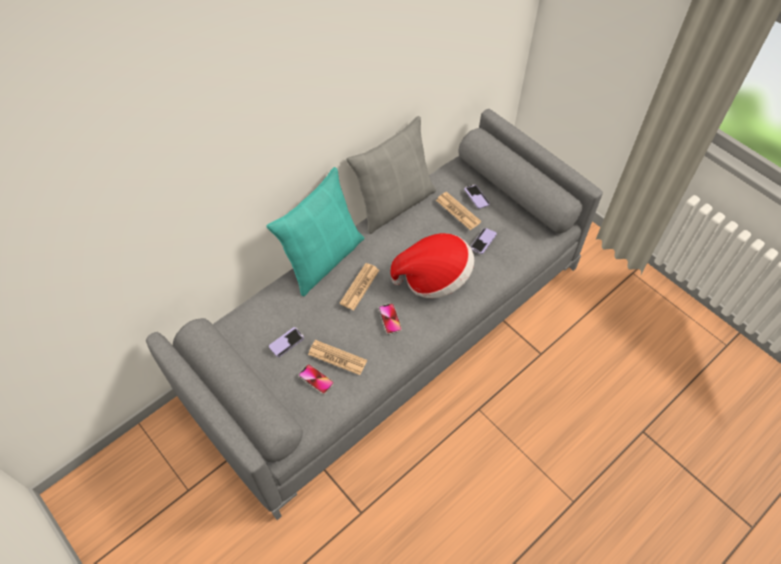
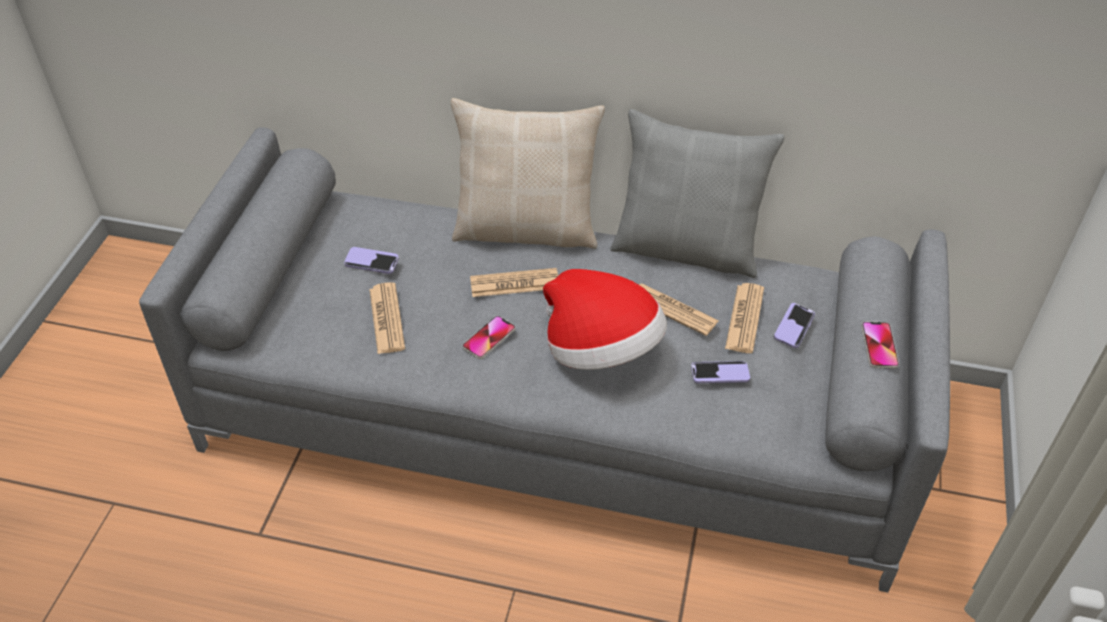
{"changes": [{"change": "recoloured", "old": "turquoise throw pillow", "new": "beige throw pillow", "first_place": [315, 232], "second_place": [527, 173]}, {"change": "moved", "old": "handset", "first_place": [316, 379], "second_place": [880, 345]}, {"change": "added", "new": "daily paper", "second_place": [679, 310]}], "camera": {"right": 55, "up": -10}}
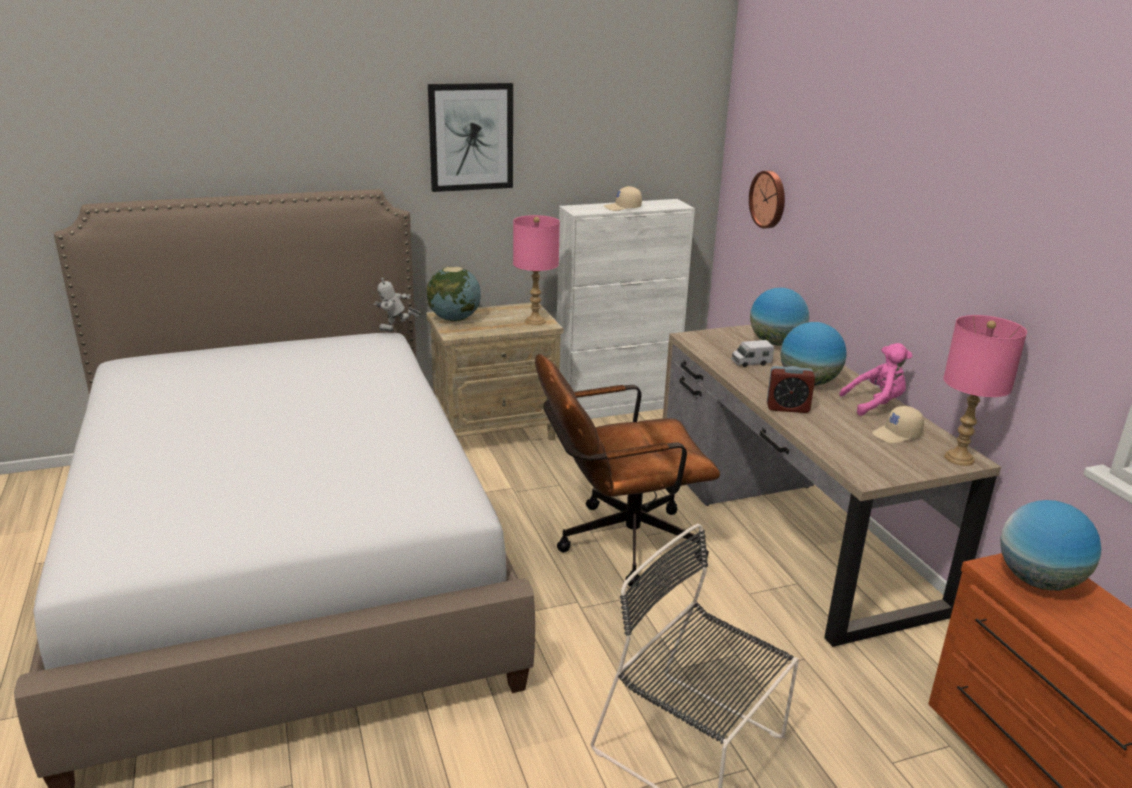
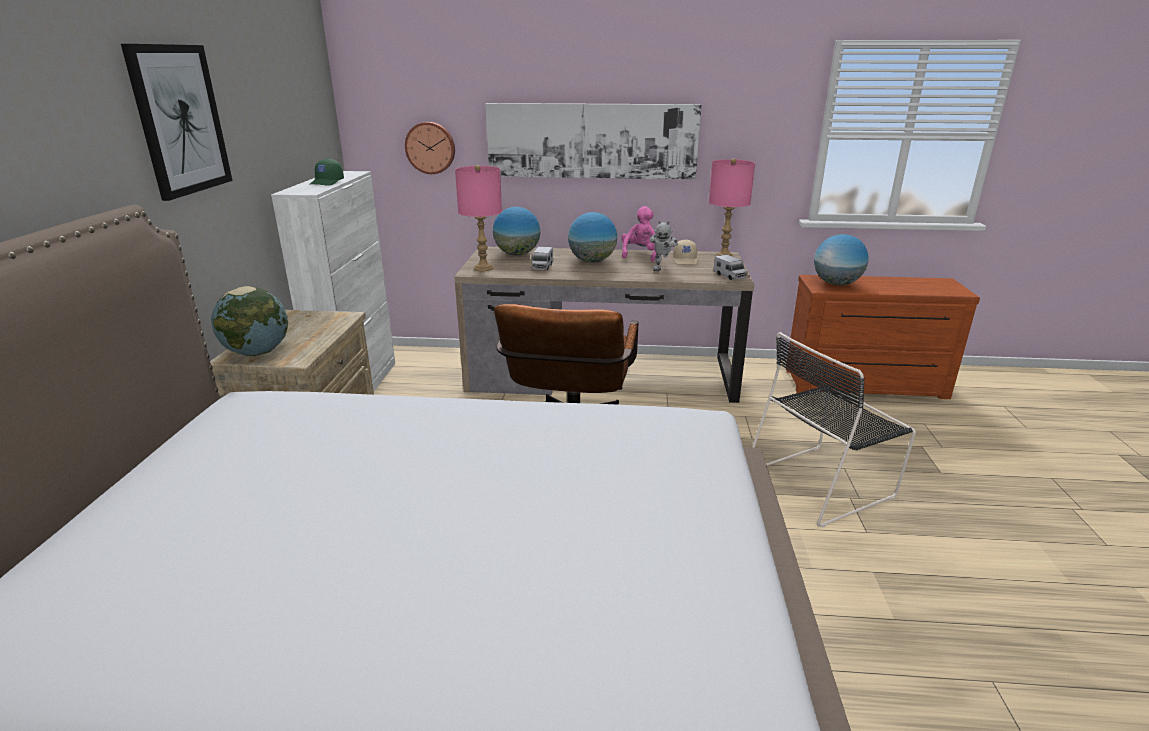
{"changes": [{"change": "moved", "old": "model robot", "first_place": [398, 305], "second_place": [664, 246]}, {"change": "moved", "old": "pink table lamp", "first_place": [536, 270], "second_place": [478, 218]}, {"change": "recoloured", "old": "beige cap", "new": "green cap", "first_place": [623, 198], "second_place": [326, 172]}, {"change": "removed", "old": "bedside clock", "first_place": [791, 389]}, {"change": "added", "new": "wall picture", "second_place": [593, 141]}, {"change": "added", "new": "toy truck", "second_place": [730, 267]}], "camera": {"right": -65, "up": 0}}
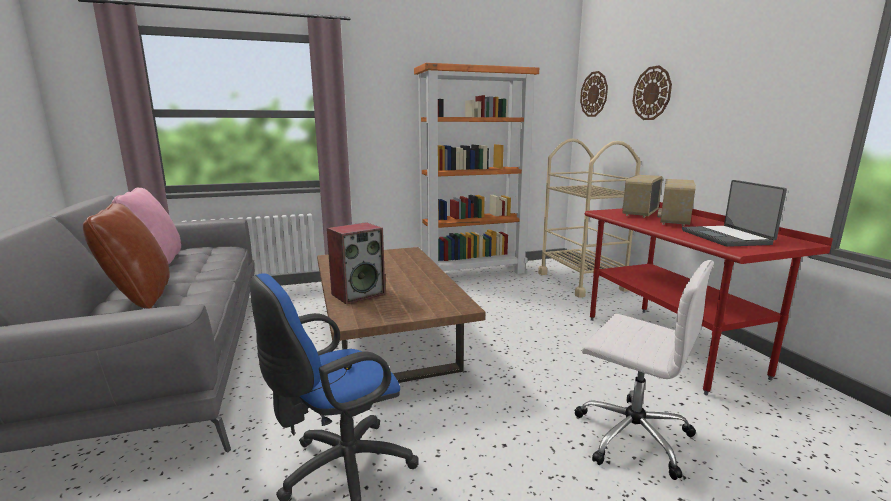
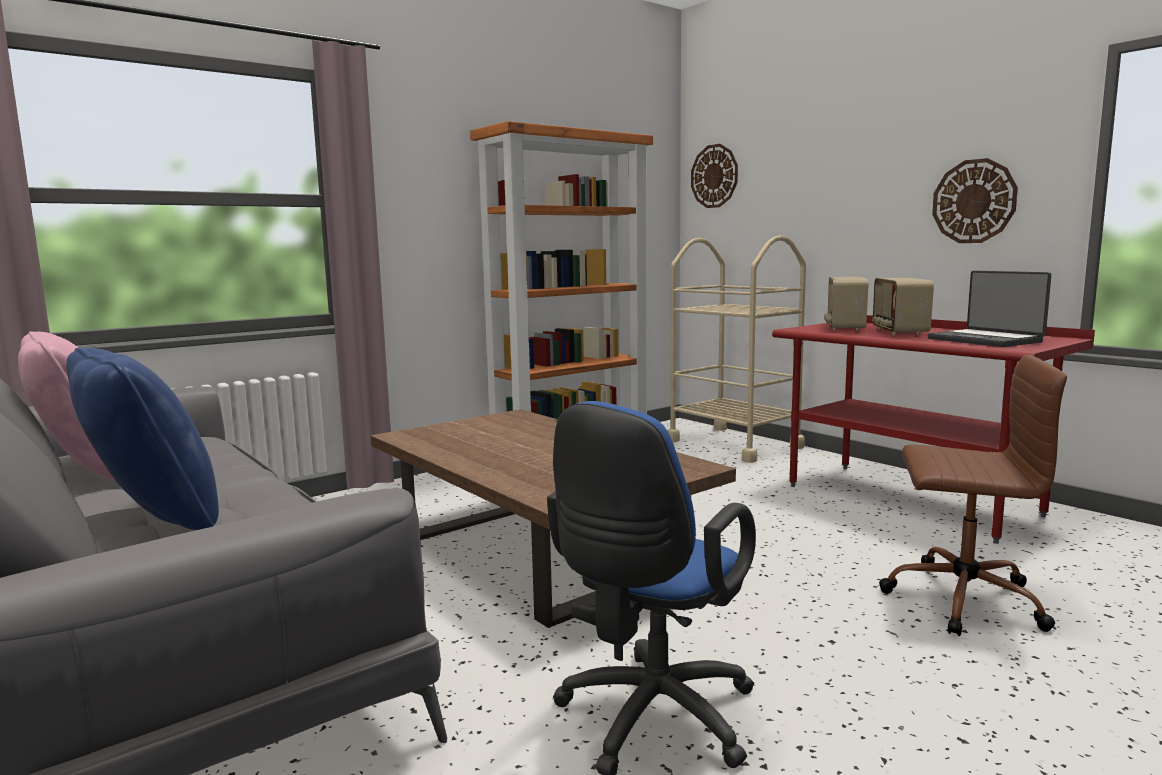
{"changes": [{"change": "recoloured", "old": "brownish throw pillow", "new": "blue throw pillow", "first_place": [126, 256], "second_place": [142, 439]}, {"change": "removed", "old": "audio speaker", "first_place": [356, 263]}, {"change": "recoloured", "old": "white-coloured office chair", "new": "brownish office chair", "first_place": [644, 370], "second_place": [973, 495]}, {"change": "moved", "old": "clock on the wall", "first_place": [652, 92], "second_place": [975, 200]}], "camera": {"right": -20, "up": -5}}
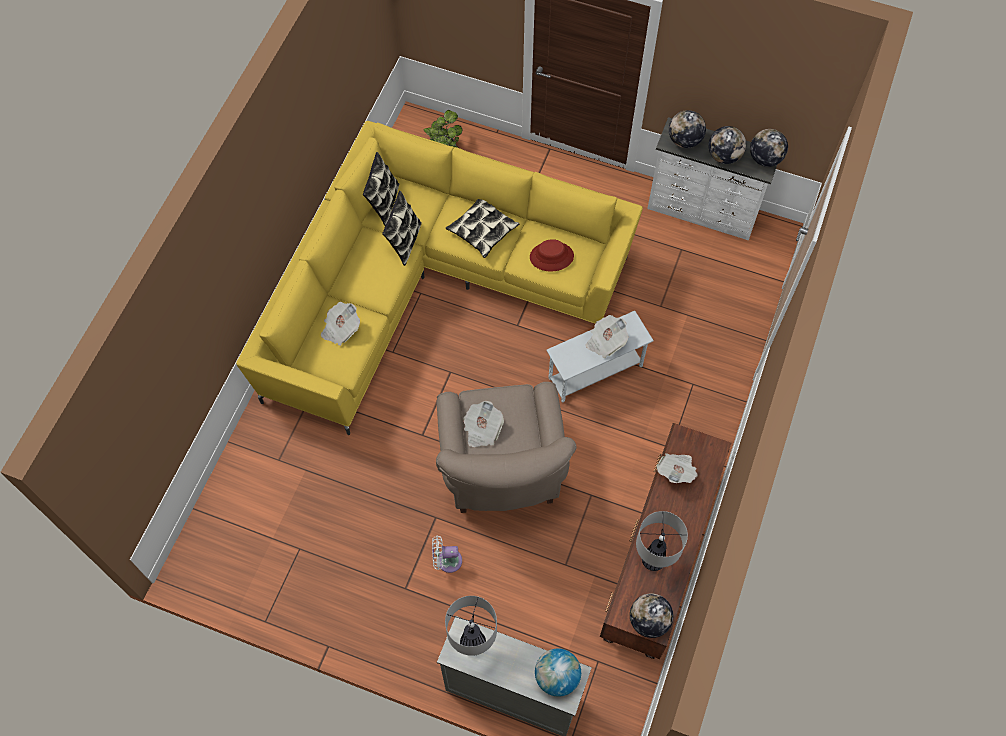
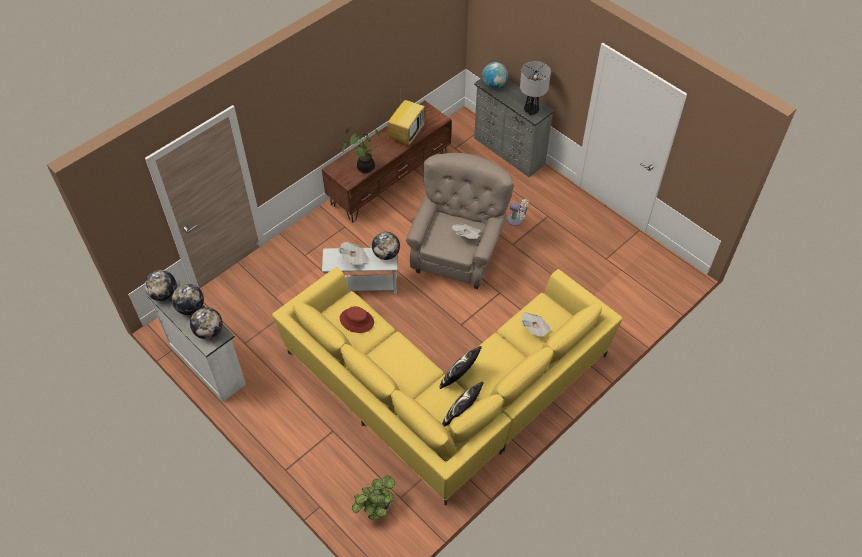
{"changes": [{"change": "removed", "old": "throw pillow", "first_place": [482, 228]}, {"change": "moved", "old": "world globe", "first_place": [651, 615], "second_place": [386, 246]}, {"change": "replaced", "old": "table lamp", "new": "TV", "first_place": [662, 541], "second_place": [406, 118]}, {"change": "replaced", "old": "daily paper", "new": "plant in a pot", "first_place": [677, 468], "second_place": [361, 150]}], "camera": {"right": -155, "up": -10}}
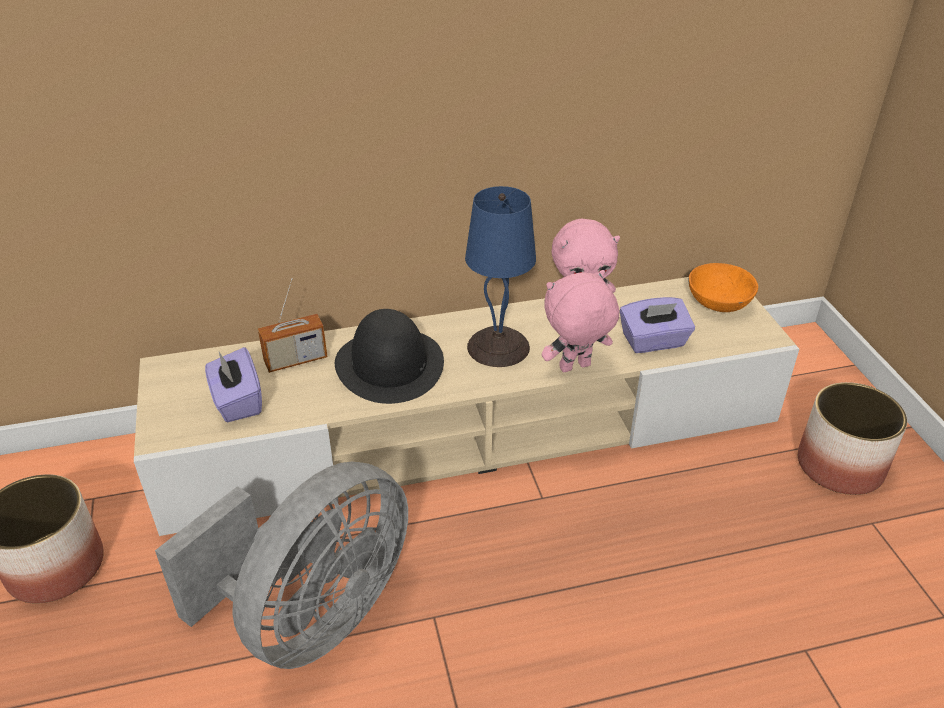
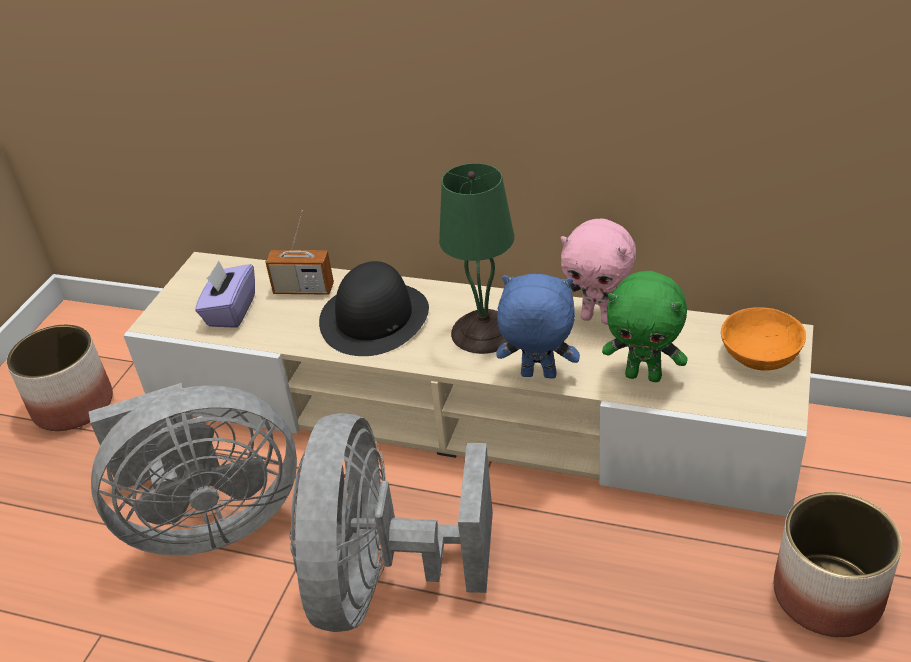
{"changes": [{"change": "recoloured", "old": "blue table lamp", "new": "green table lamp", "first_place": [500, 276], "second_place": [476, 258]}, {"change": "recoloured", "old": "pink plush toy", "new": "blue plush toy", "first_place": [580, 321], "second_place": [538, 326]}, {"change": "replaced", "old": "purplish tissue box", "new": "green plush toy", "first_place": [657, 325], "second_place": [645, 326]}, {"change": "added", "new": "gray cooling fan", "second_place": [391, 522]}], "camera": {"right": 35, "up": 0}}
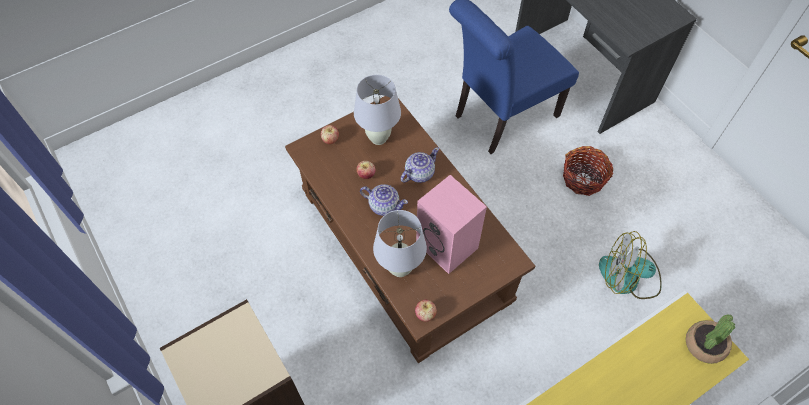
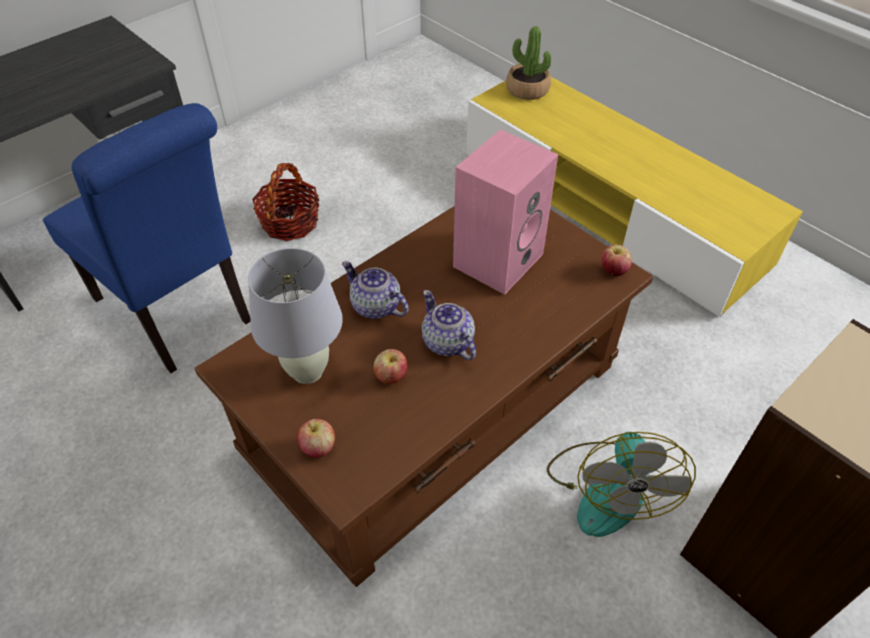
{"changes": [{"change": "turned", "old": "pot for tea", "first_place": [384, 200], "second_place": [449, 325], "degrees": -45}, {"change": "removed", "old": "white-coloured table lamp", "first_place": [400, 243]}, {"change": "moved", "old": "cooling fan", "first_place": [630, 265], "second_place": [621, 484]}], "camera": {"right": -100, "up": -10}}
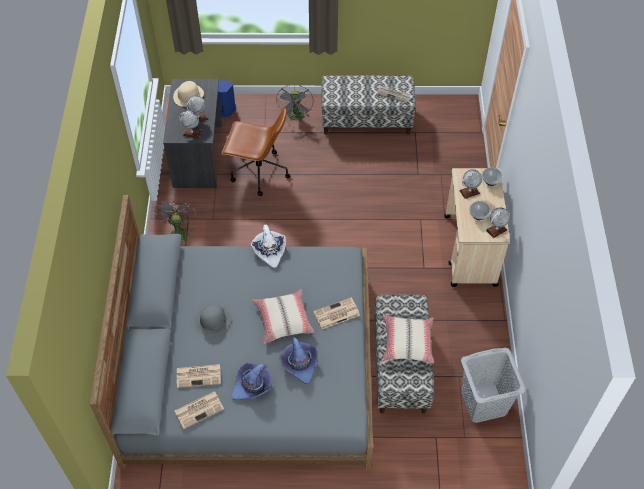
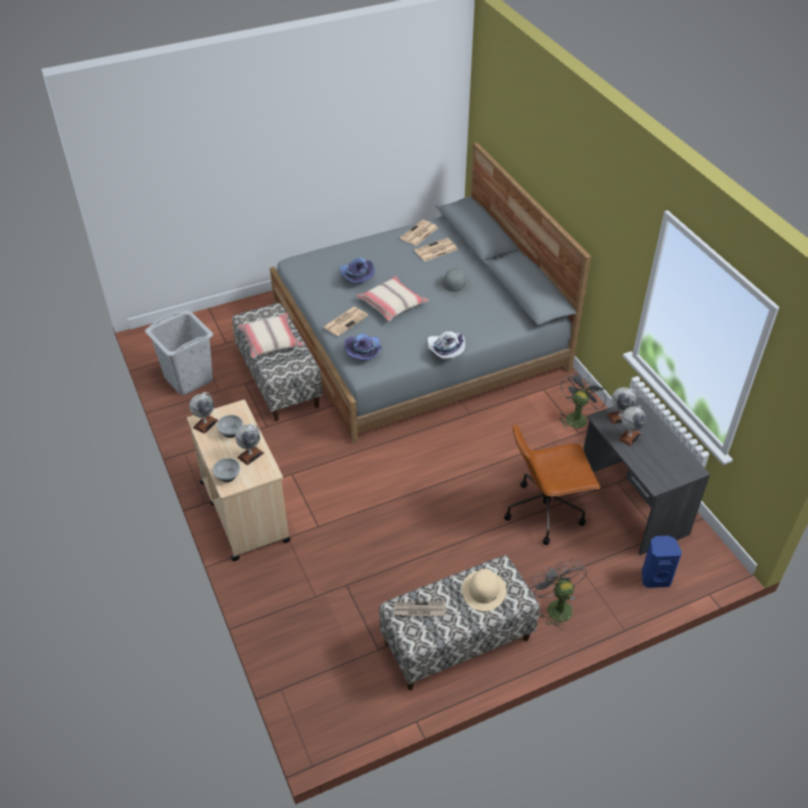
{"changes": [{"change": "turned", "old": "gray cooling fan", "first_place": [175, 221], "second_place": [583, 400], "degrees": -120}, {"change": "moved", "old": "beige wearable hat", "first_place": [188, 94], "second_place": [484, 590]}, {"change": "moved", "old": "purplish wearable hat", "first_place": [251, 381], "second_place": [363, 347]}], "camera": {"right": 155, "up": -10}}
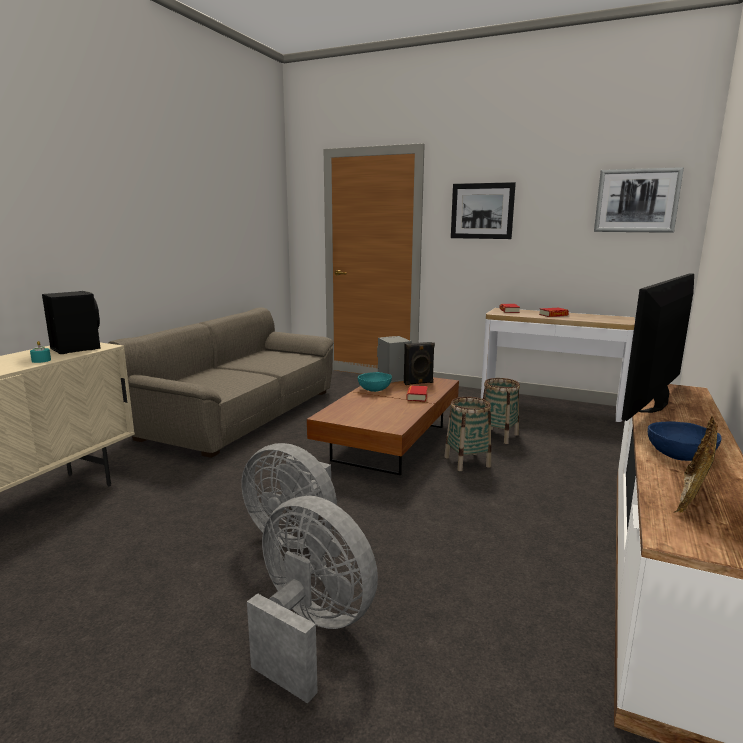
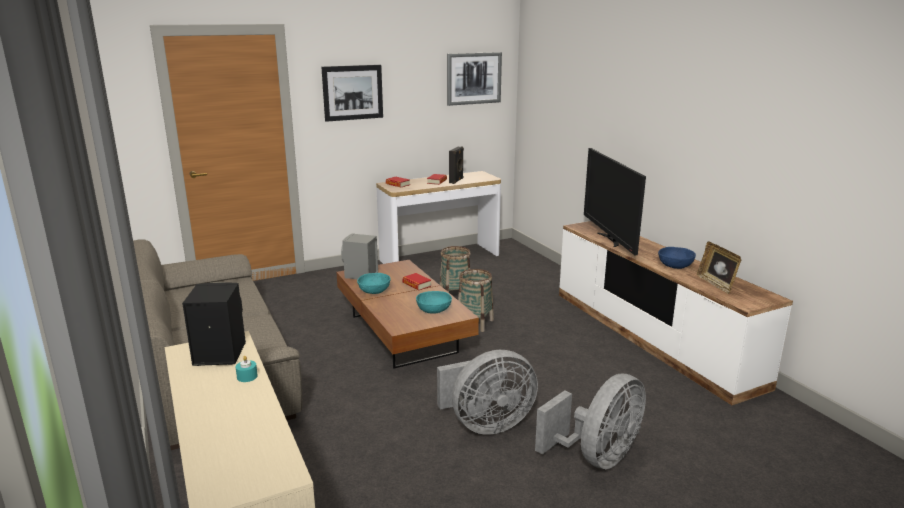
{"changes": [{"change": "turned", "old": "gray cooling fan", "first_place": [312, 600], "second_place": [590, 421], "degrees": 150}, {"change": "moved", "old": "black-coloured audio speaker", "first_place": [419, 363], "second_place": [456, 165]}, {"change": "added", "new": "turquoise serving bowl", "second_place": [434, 302]}], "camera": {"right": -50, "up": 5}}
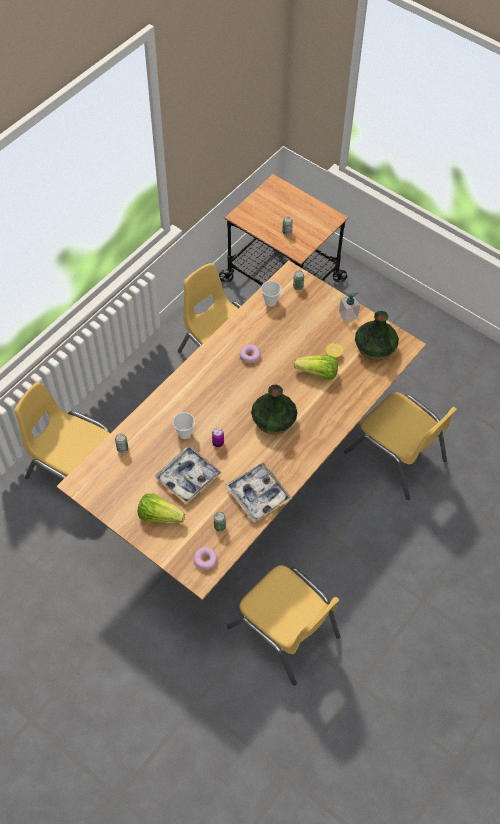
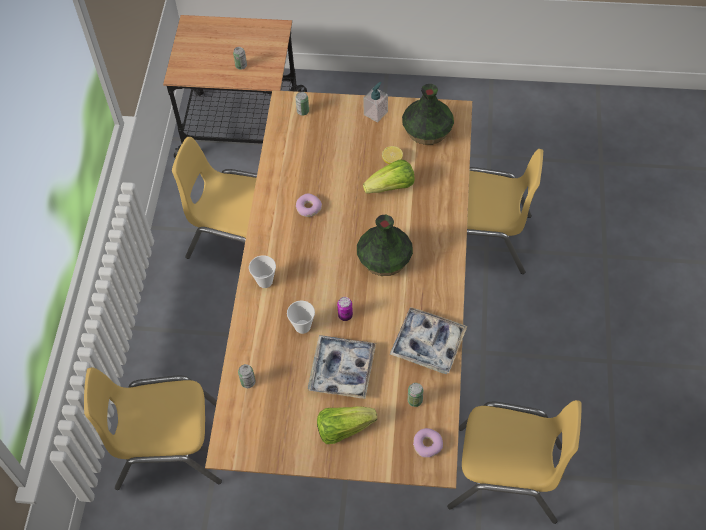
{"changes": [{"change": "moved", "old": "cup", "first_place": [271, 293], "second_place": [262, 271]}], "camera": {"right": -30, "up": 0}}
